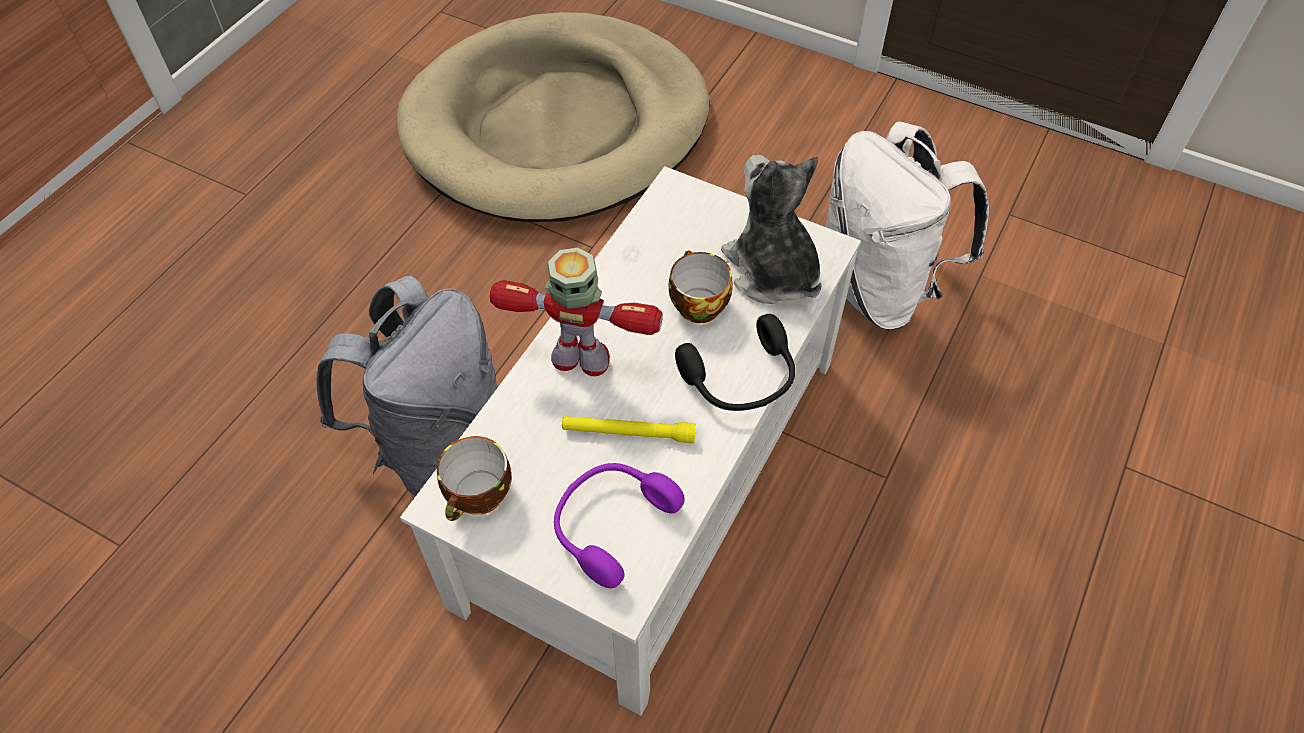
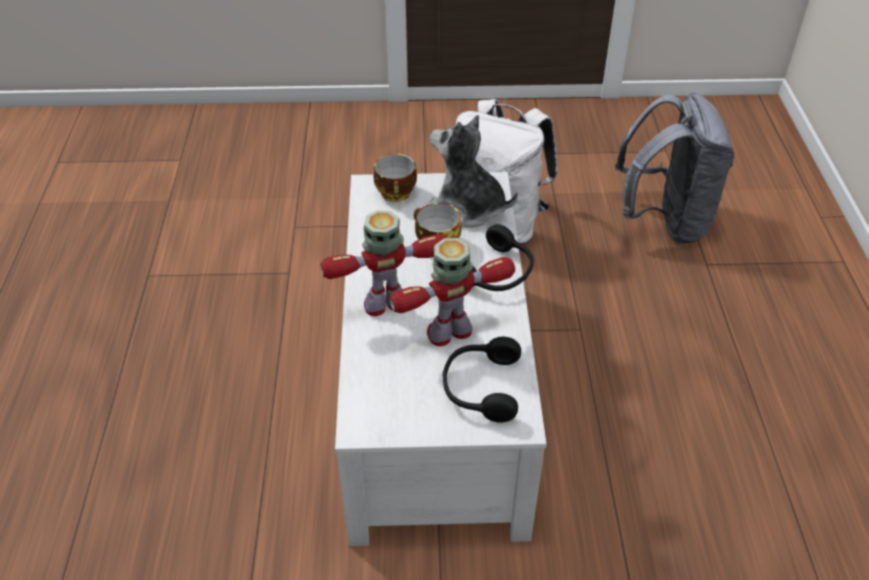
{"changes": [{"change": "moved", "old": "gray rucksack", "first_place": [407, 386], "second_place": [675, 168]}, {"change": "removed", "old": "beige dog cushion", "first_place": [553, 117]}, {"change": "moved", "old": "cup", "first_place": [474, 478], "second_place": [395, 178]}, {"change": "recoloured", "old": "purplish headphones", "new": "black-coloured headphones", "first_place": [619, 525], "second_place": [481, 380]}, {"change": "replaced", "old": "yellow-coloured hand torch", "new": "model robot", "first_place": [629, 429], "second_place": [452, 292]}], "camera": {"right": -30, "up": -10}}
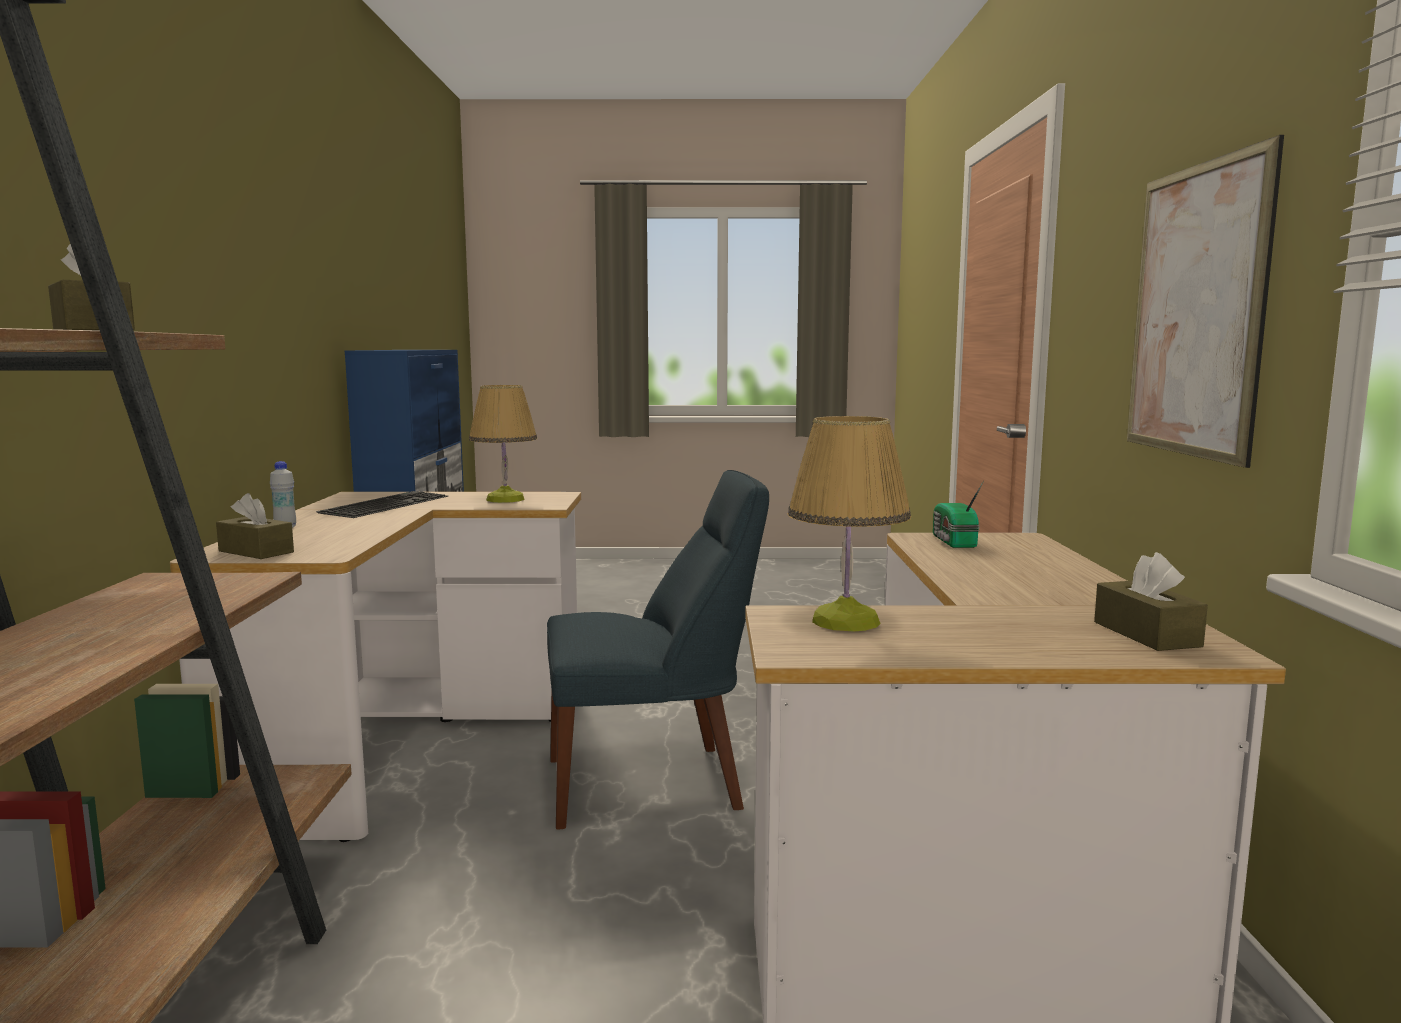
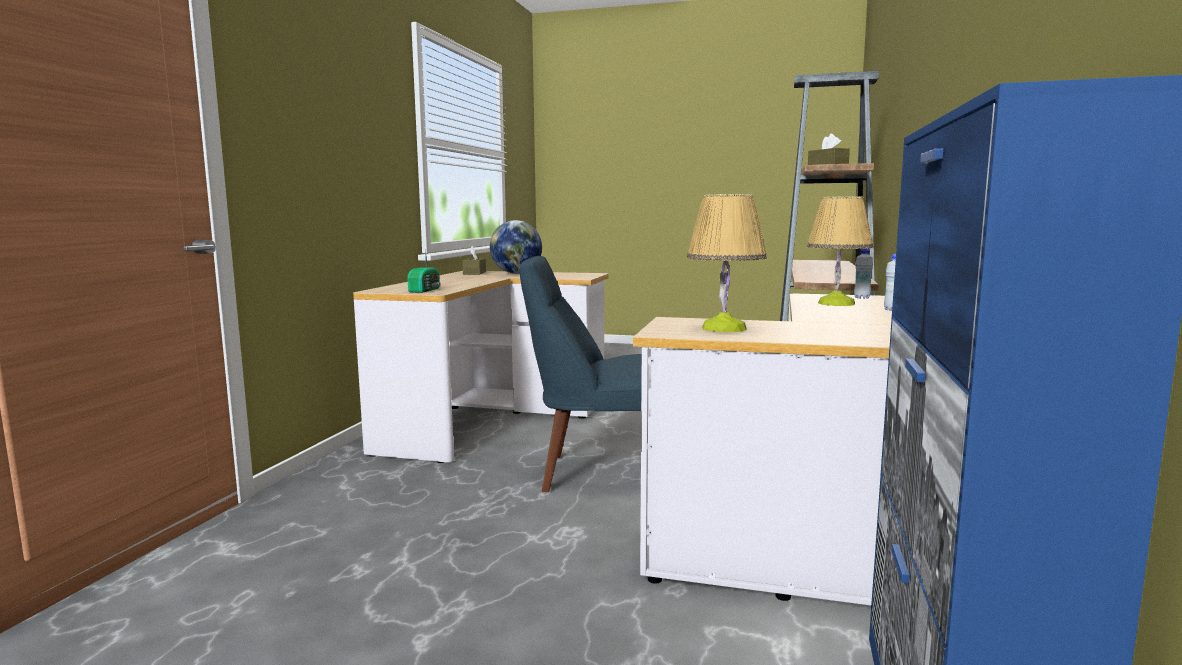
{"changes": [{"change": "replaced", "old": "brownish tissue box", "new": "white-coloured beverage bottle", "first_place": [255, 526], "second_place": [863, 274]}, {"change": "removed", "old": "computer keyboard", "first_place": [382, 504]}, {"change": "moved", "old": "table lamp", "first_place": [849, 524], "second_place": [840, 251]}, {"change": "removed", "old": "wall picture", "first_place": [1205, 301]}, {"change": "added", "new": "world globe", "second_place": [516, 247]}], "camera": {"right": -165, "up": 0}}
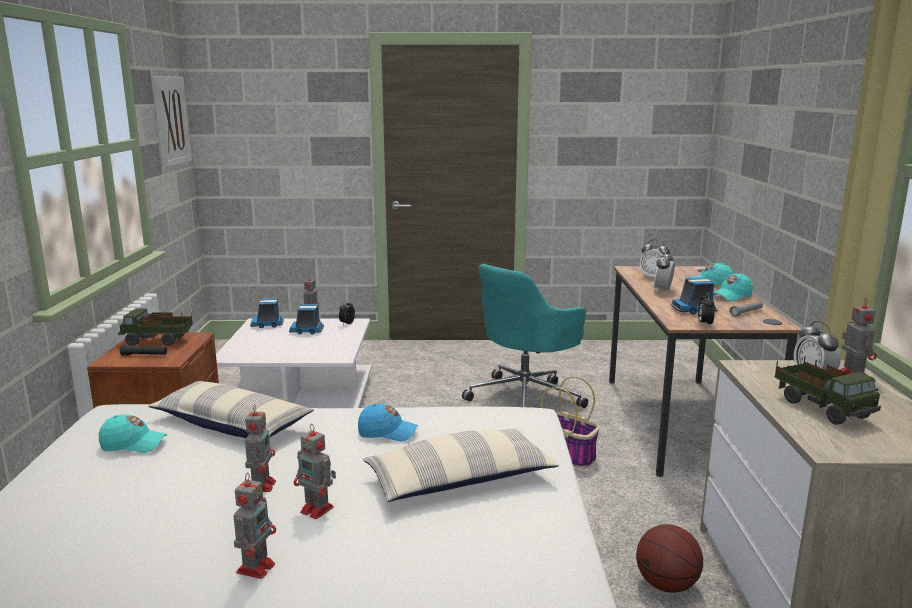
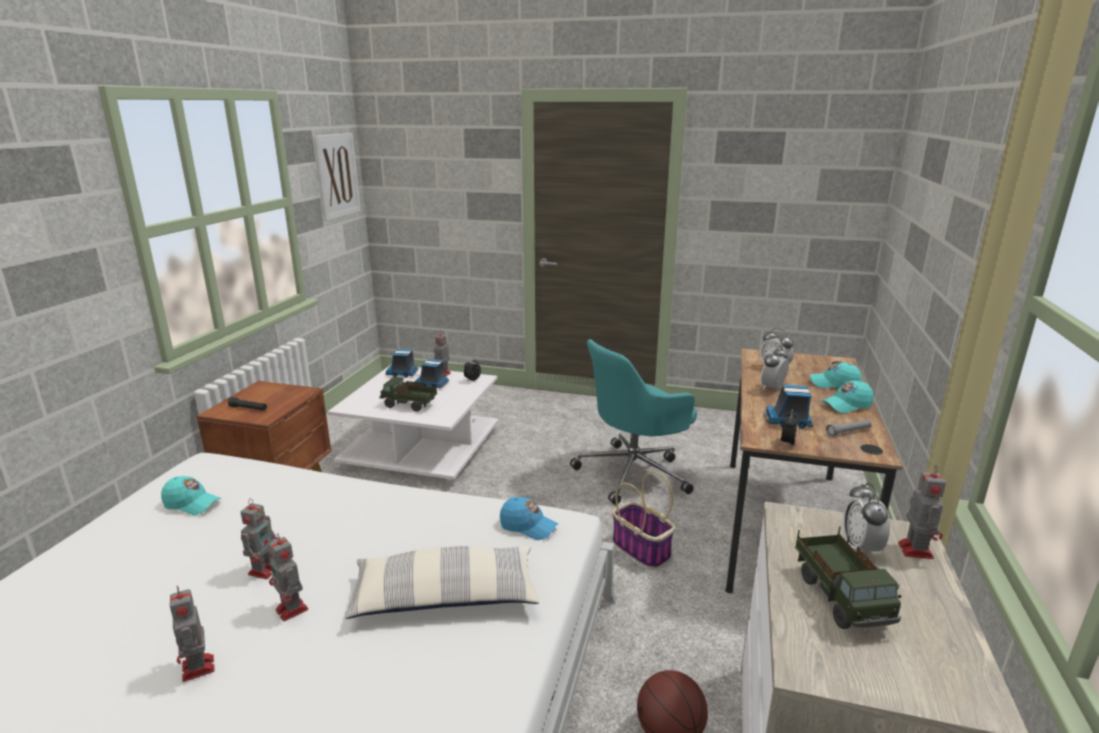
{"changes": [{"change": "moved", "old": "toy truck", "first_place": [155, 327], "second_place": [408, 394]}, {"change": "removed", "old": "throw pillow", "first_place": [231, 409]}, {"change": "turned", "old": "model robot", "first_place": [255, 526], "second_place": [192, 634], "degrees": 120}, {"change": "moved", "old": "blue cap", "first_place": [388, 423], "second_place": [529, 518]}], "camera": {"right": 15, "up": 5}}
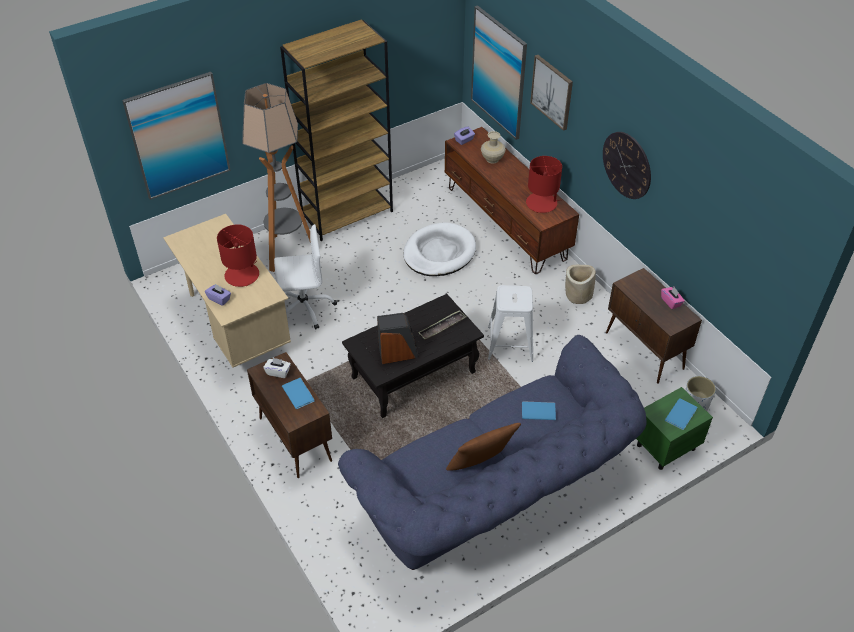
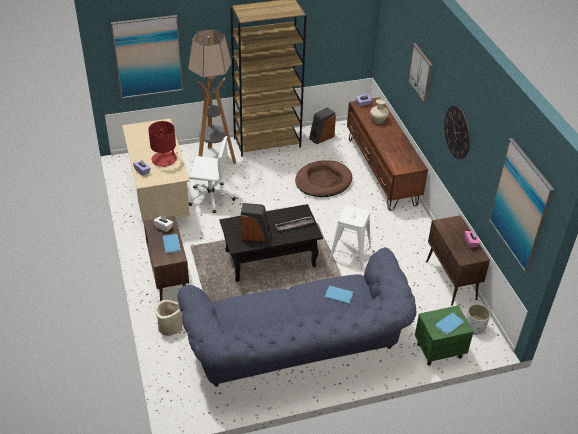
{"changes": [{"change": "recoloured", "old": "white-coloured dog cushion", "new": "brownish dog cushion", "first_place": [439, 249], "second_place": [323, 178]}, {"change": "removed", "old": "brownish throw pillow", "first_place": [483, 447]}, {"change": "moved", "old": "wall picture", "first_place": [499, 72], "second_place": [521, 205]}, {"change": "removed", "old": "reddish table lamp", "first_place": [544, 184]}, {"change": "moved", "old": "beige planter", "first_place": [580, 284], "second_place": [169, 318]}, {"change": "added", "new": "audio speaker", "second_place": [322, 125]}], "camera": {"right": 15, "up": -5}}
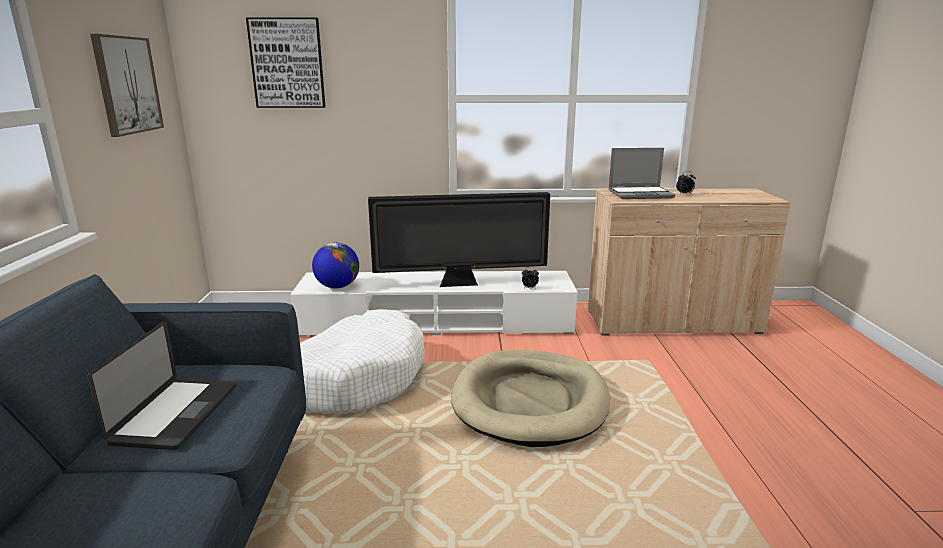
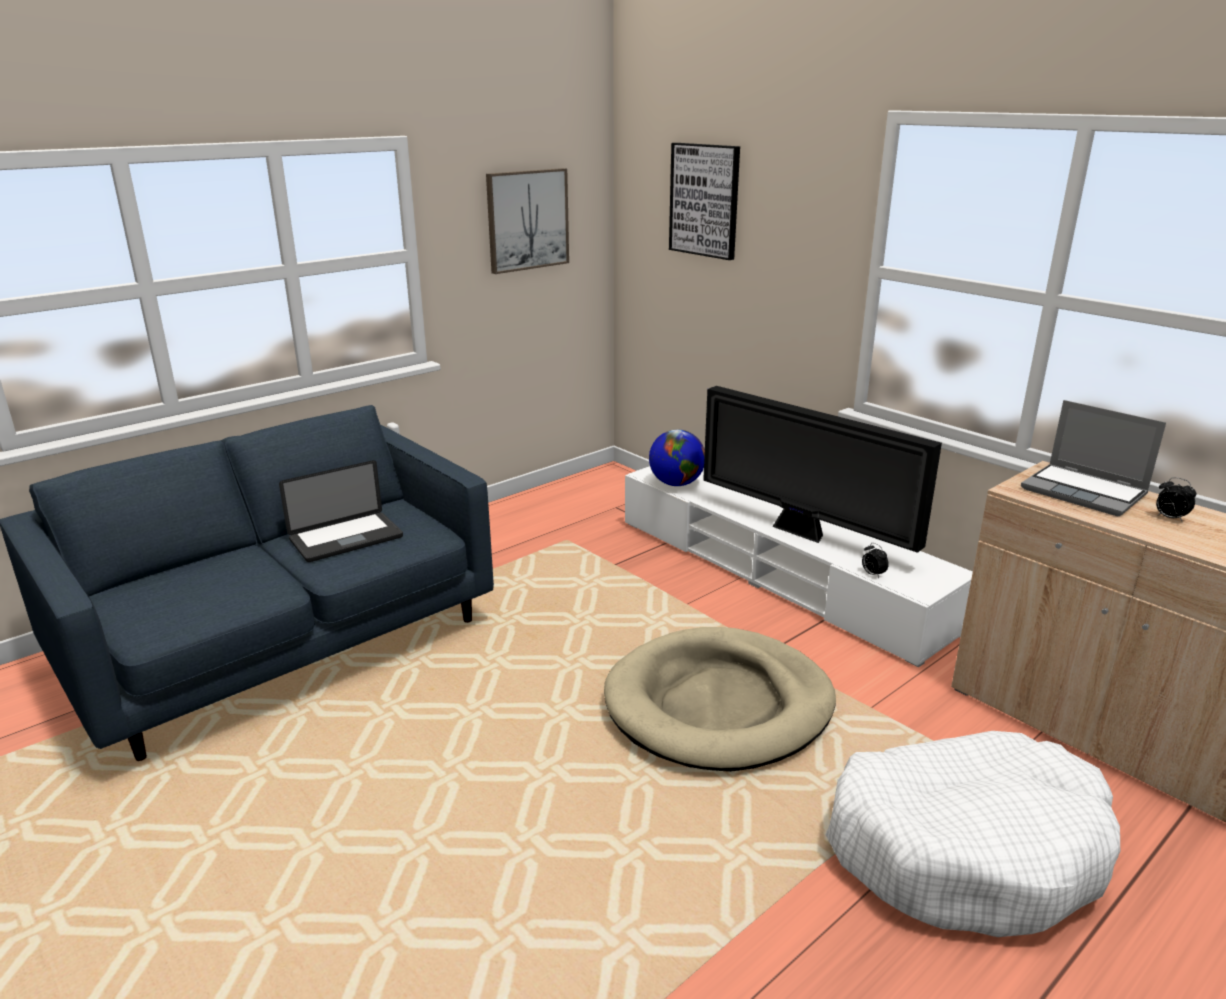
{"changes": [{"change": "moved", "old": "white-coloured dog cushion", "first_place": [362, 361], "second_place": [973, 834]}], "camera": {"right": 50, "up": 5}}
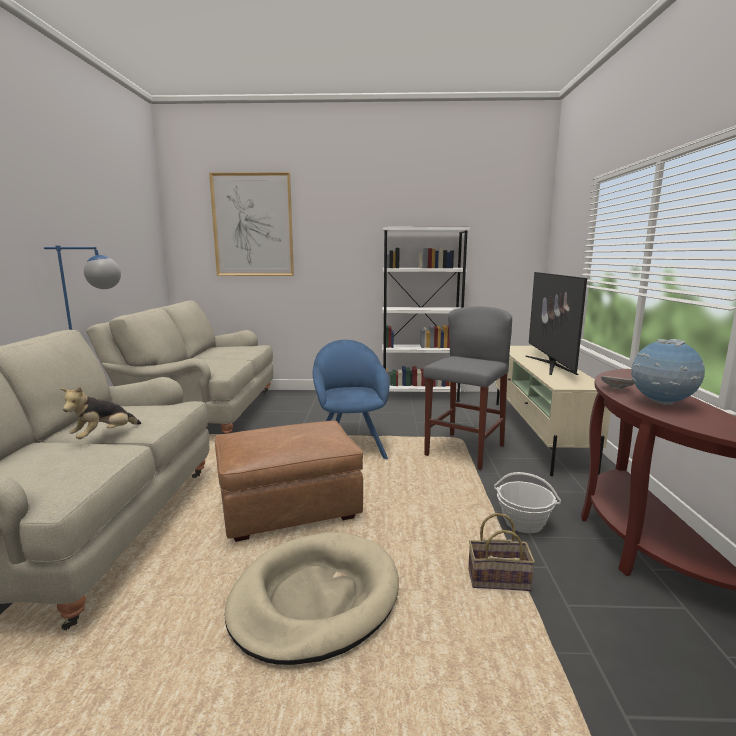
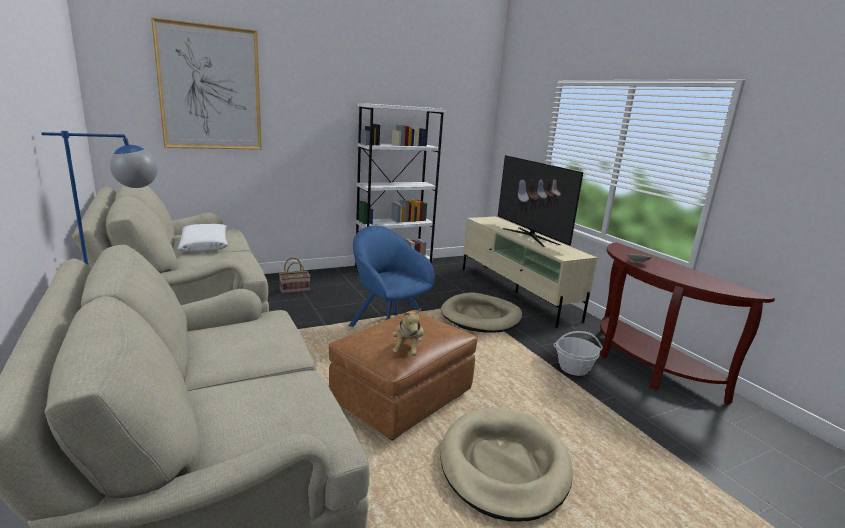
{"changes": [{"change": "moved", "old": "plush toy", "first_place": [100, 412], "second_place": [407, 332]}, {"change": "replaced", "old": "gray stool", "new": "beige dog cushion", "first_place": [467, 388], "second_place": [481, 313]}, {"change": "moved", "old": "basket", "first_place": [501, 552], "second_place": [294, 276]}, {"change": "removed", "old": "world globe", "first_place": [668, 372]}, {"change": "added", "new": "white-coloured throw pillow", "second_place": [203, 238]}], "camera": {"right": -30, "up": 5}}
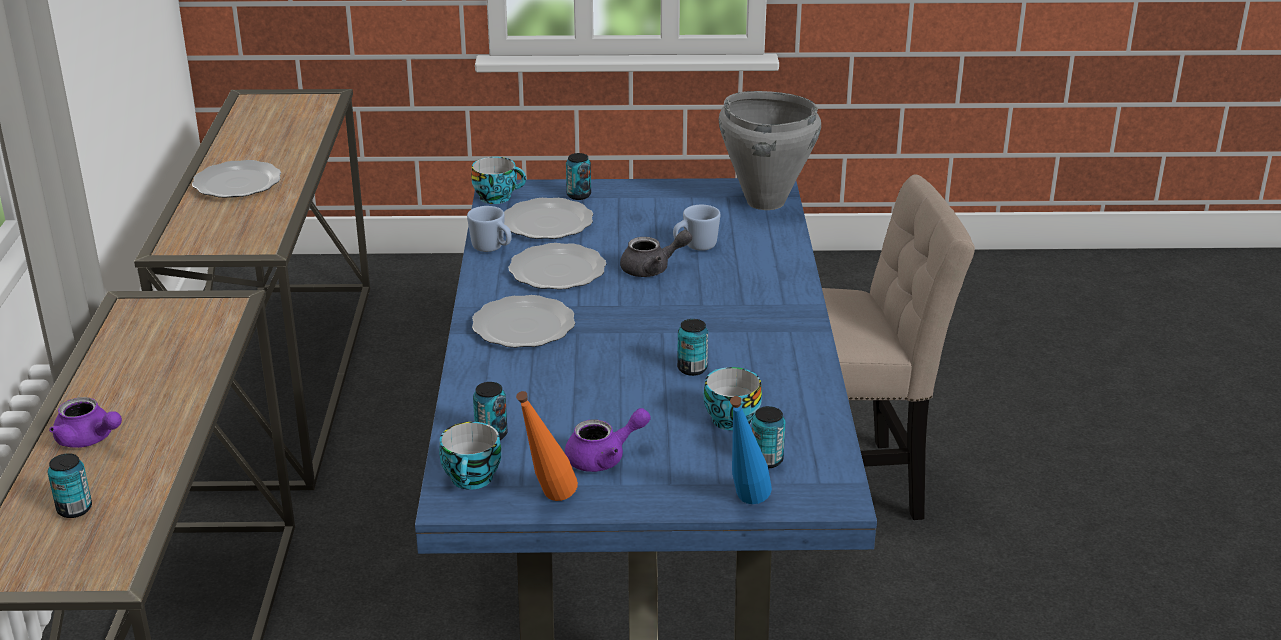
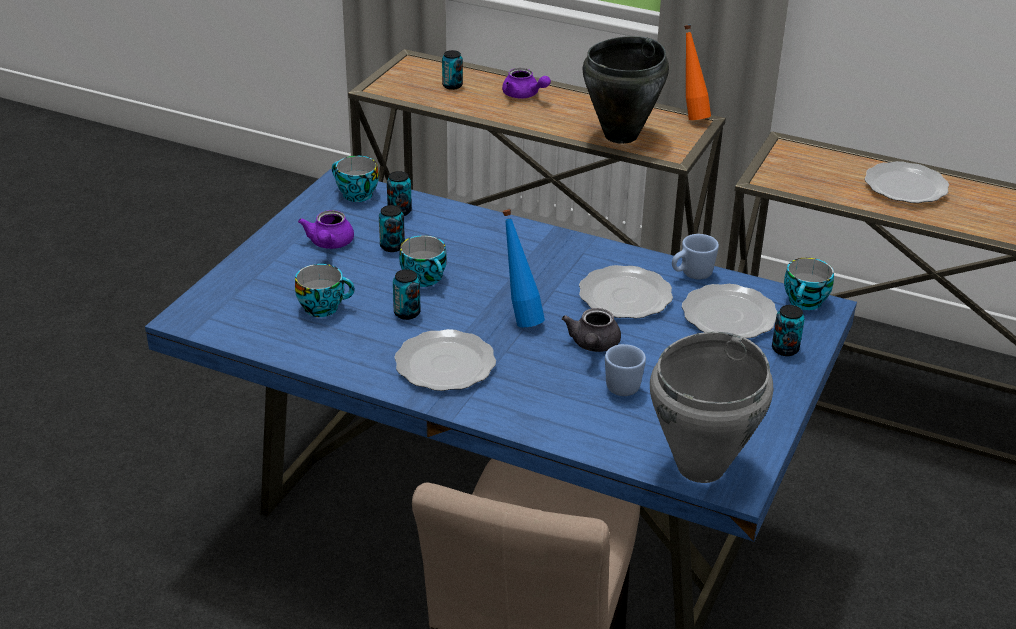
{"changes": [{"change": "turned", "old": "purplish pot for tea", "first_place": [85, 422], "second_place": [526, 83], "degrees": -105}, {"change": "moved", "old": "dinner plate", "first_place": [523, 321], "second_place": [445, 360]}, {"change": "moved", "old": "orange beverage bottle", "first_place": [547, 446], "second_place": [697, 72]}, {"change": "moved", "old": "blue beverage bottle", "first_place": [751, 450], "second_place": [523, 268]}, {"change": "moved", "old": "metal can", "first_place": [768, 437], "second_place": [392, 228]}, {"change": "added", "new": "cup", "second_place": [423, 261]}, {"change": "added", "new": "black-coloured cooking pot", "second_place": [625, 90]}], "camera": {"right": 115, "up": 5}}
